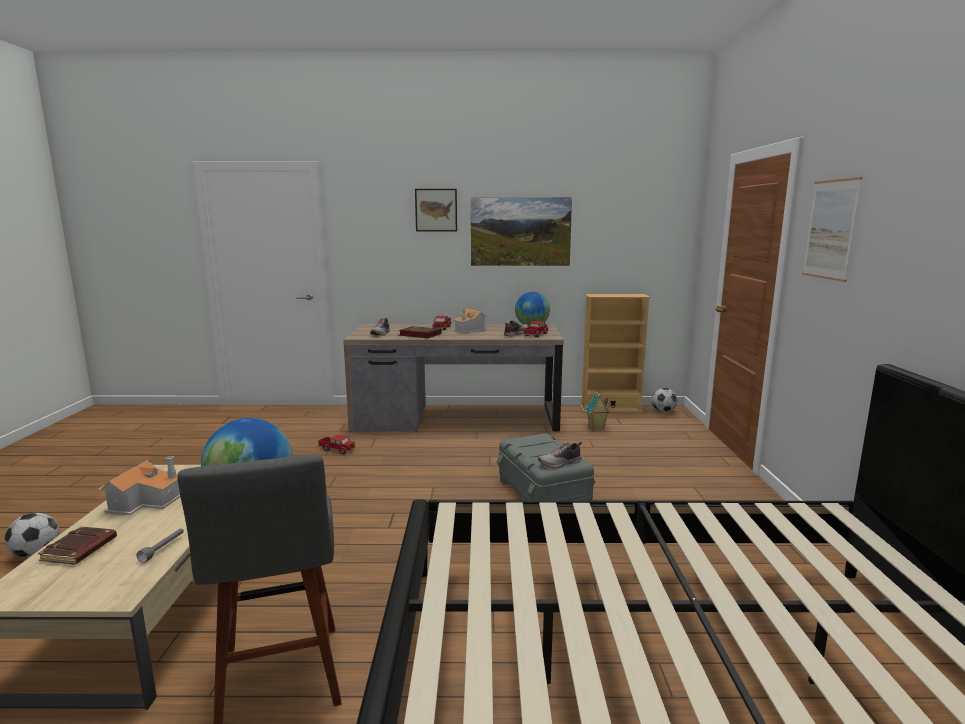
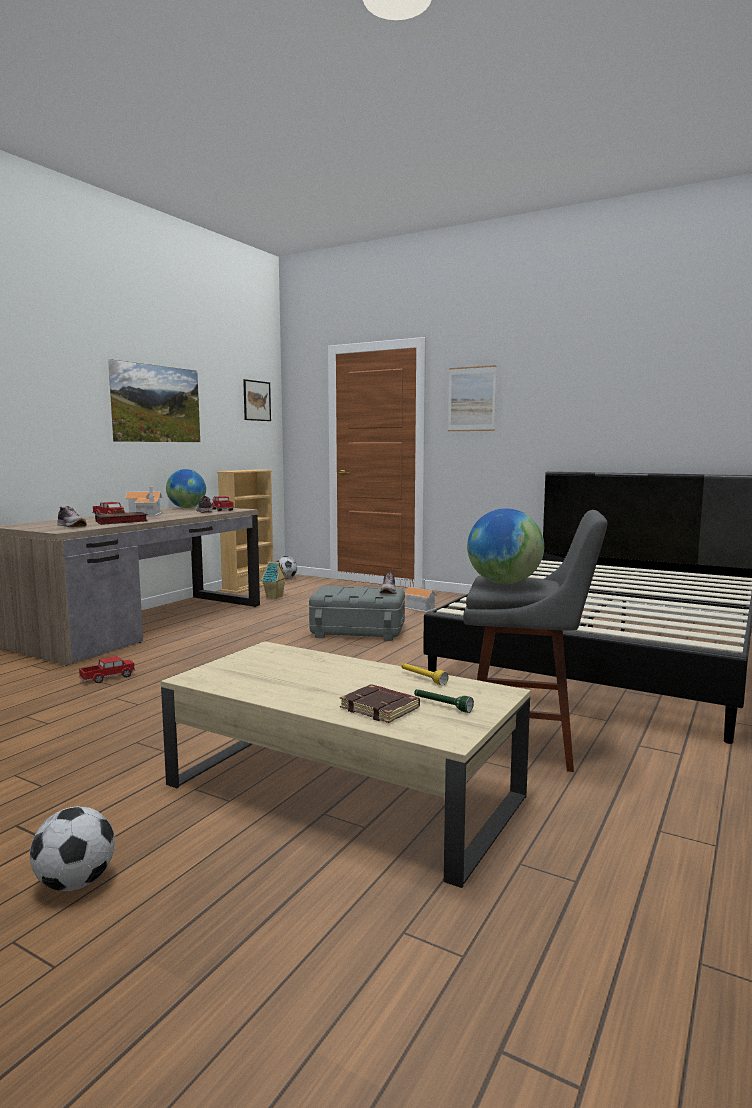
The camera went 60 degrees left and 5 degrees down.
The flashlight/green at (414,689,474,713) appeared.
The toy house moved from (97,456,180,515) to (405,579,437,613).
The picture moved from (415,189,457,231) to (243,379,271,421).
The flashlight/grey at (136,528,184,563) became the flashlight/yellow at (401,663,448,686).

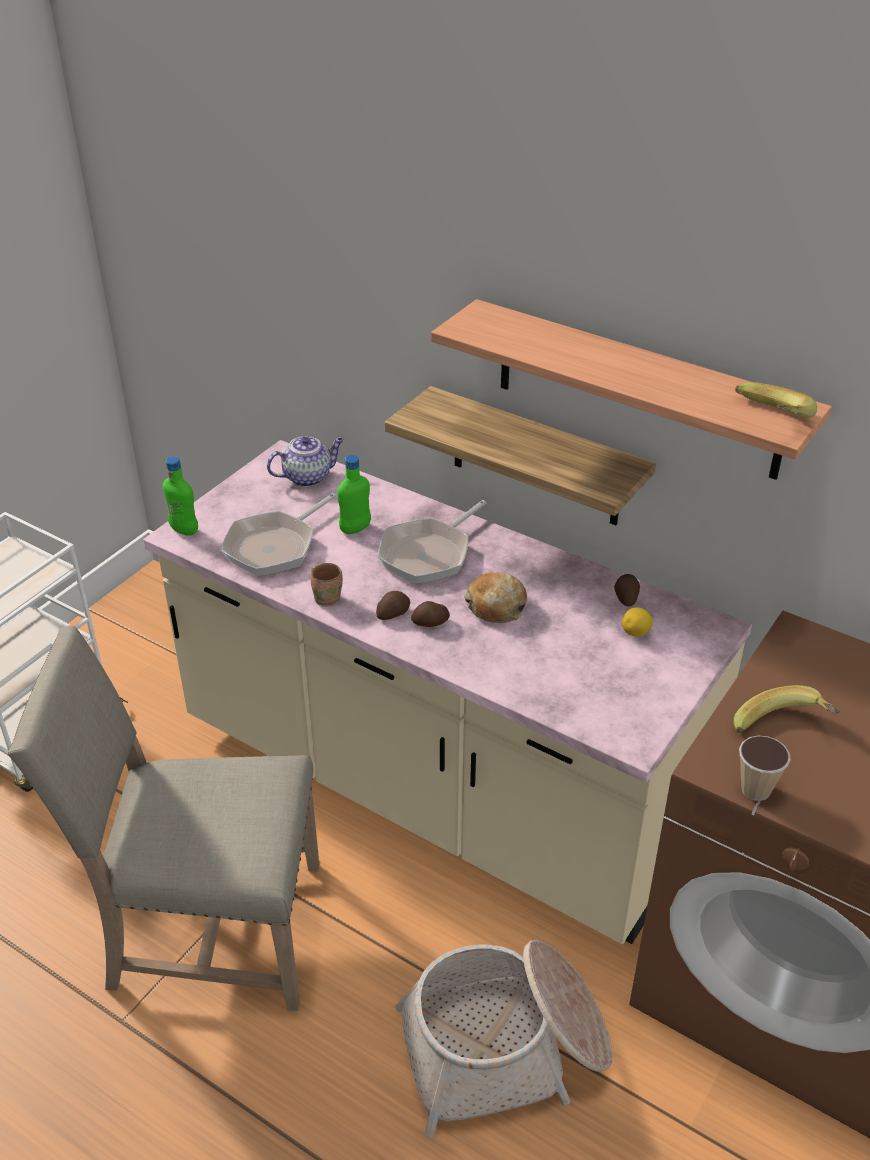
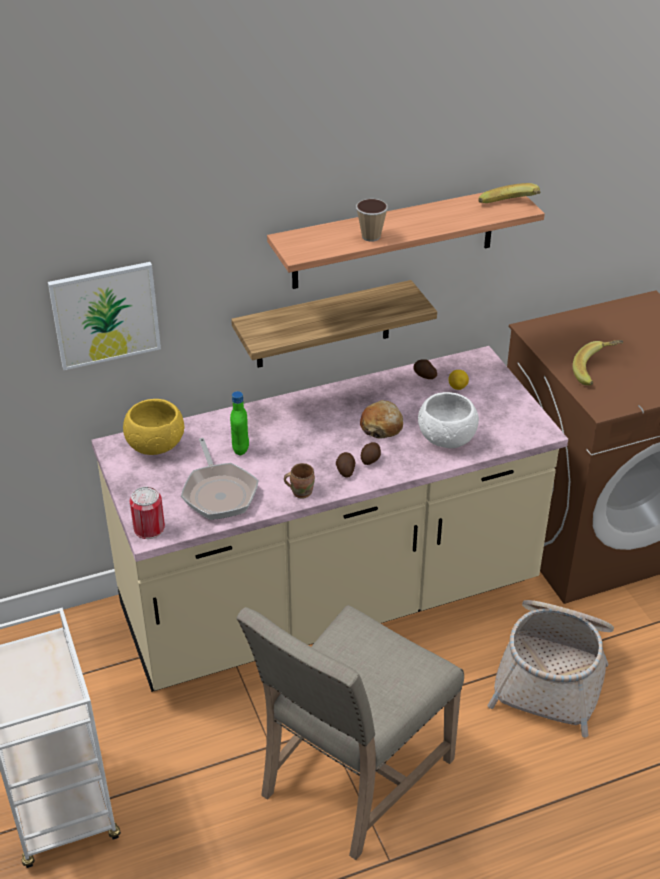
The camera went 55 degrees left and 0 degrees up.
The frying pan at (378,500,486,584) disappeared.
The picture at (48,262,161,370) appeared.
The bowl/white at (418,392,479,448) appeared.
The cup moved from (739,736,791,801) to (356,199,388,242).
The bottle/green at (163,456,198,536) was replaced by the can at (130,487,165,539).
The teapot at (267,436,344,487) was replaced by the bowl/yellow at (123,399,184,455).

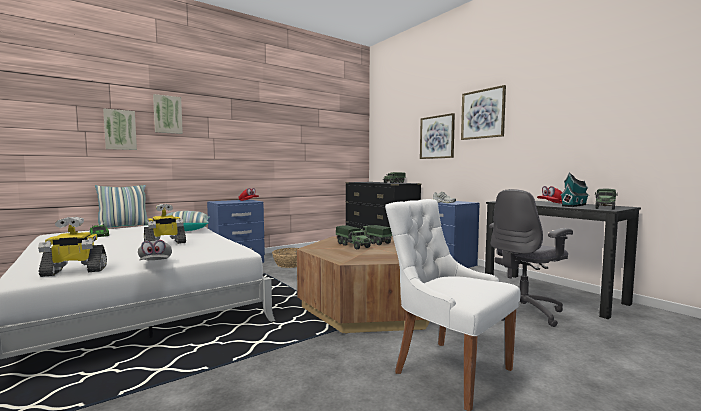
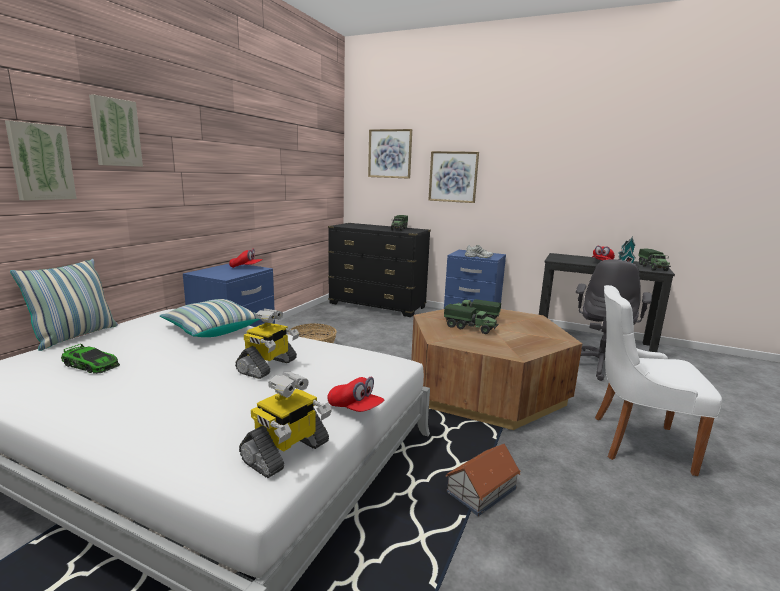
The camera went 30 degrees left and 10 degrees up.
The toy house at (445,444,521,516) appeared.
The picture moved from (461,85,506,140) to (368,129,412,179).
The cap/grey at (138,240,172,260) became the cap/red at (327,377,384,412).

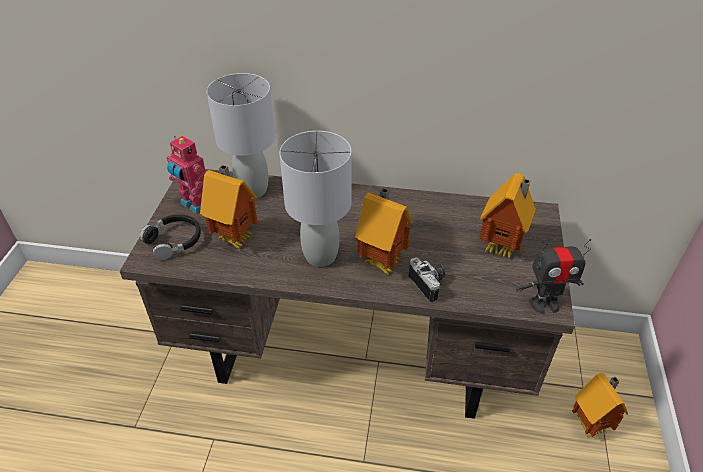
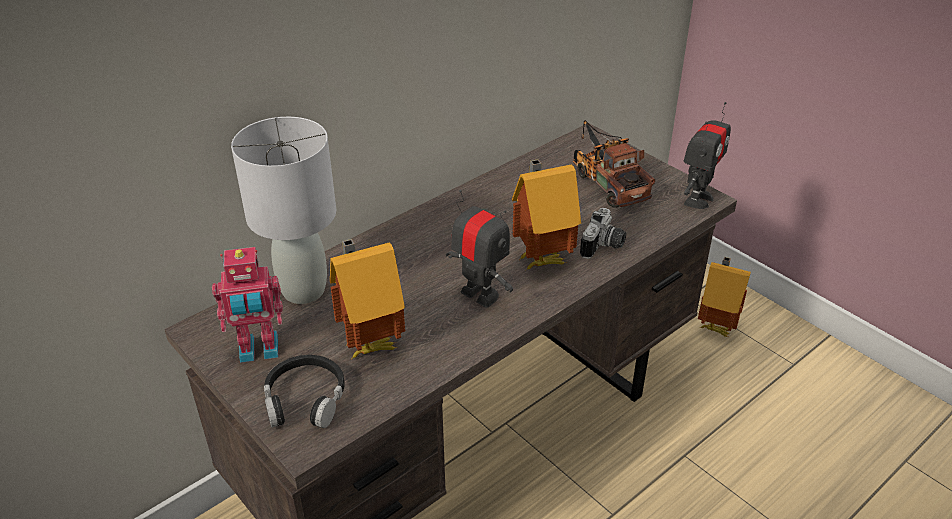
The camera went 50 degrees left and 5 degrees down.
The table lamp/grey at (279,131,352,267) was replaced by the toy robot at (446,190,513,308).
The toy house at (479,173,536,258) was replaced by the toy truck at (573,120,655,208).
The photo camera at (409,257,445,302) turned 105 degrees clockwise.

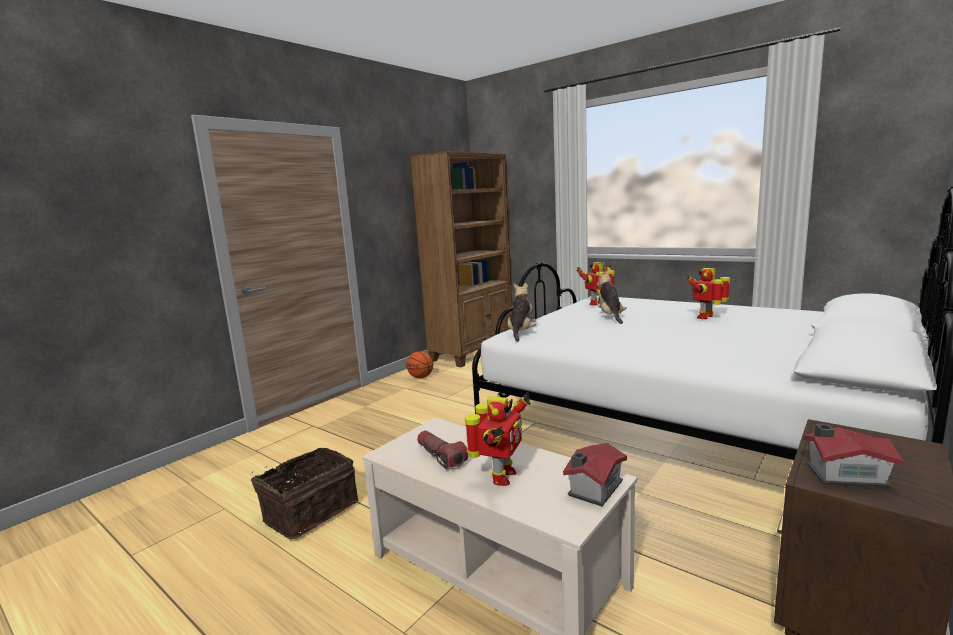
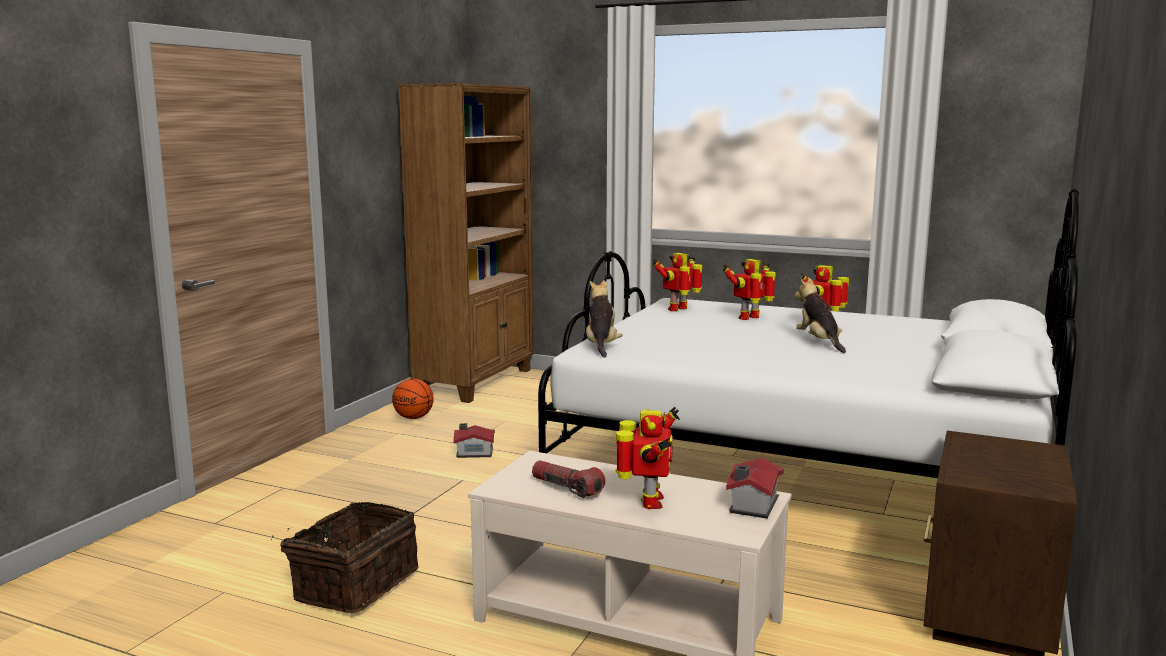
The camera went 15 degrees left and 0 degrees up.
The toy robot at (723,259,776,320) appeared.
The plush toy moved from (597,271,627,324) to (795,277,846,353).
The toy house moved from (803,424,903,488) to (453,423,495,458).

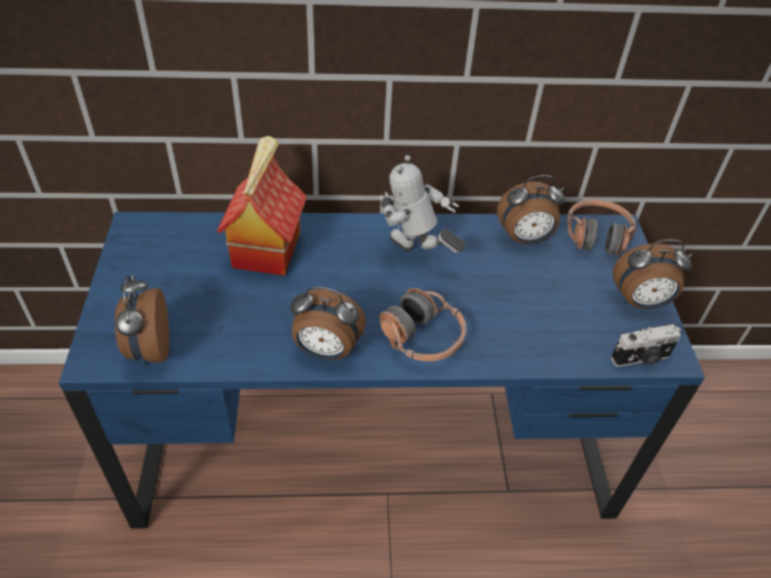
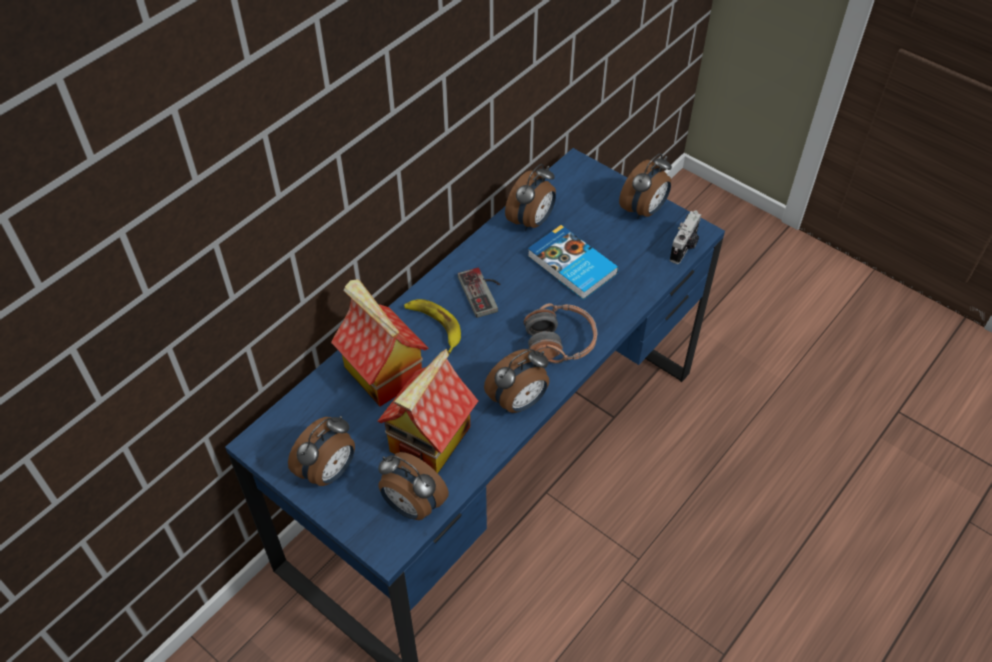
The camera went 45 degrees left and 5 degrees up.
The headphones at (567,199,637,257) disappeared.
The alarm clock at (288,416,355,486) appeared.
The toy house at (377,349,478,473) appeared.
The banana at (404,299,461,353) appeared.
The book at (528,225,618,300) appeared.
The toy robot at (380,155,465,253) was replaced by the game controller at (458,268,500,318).

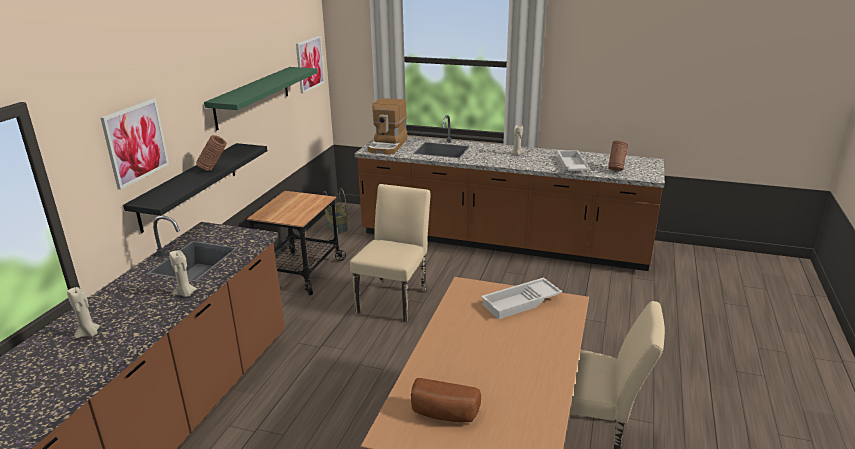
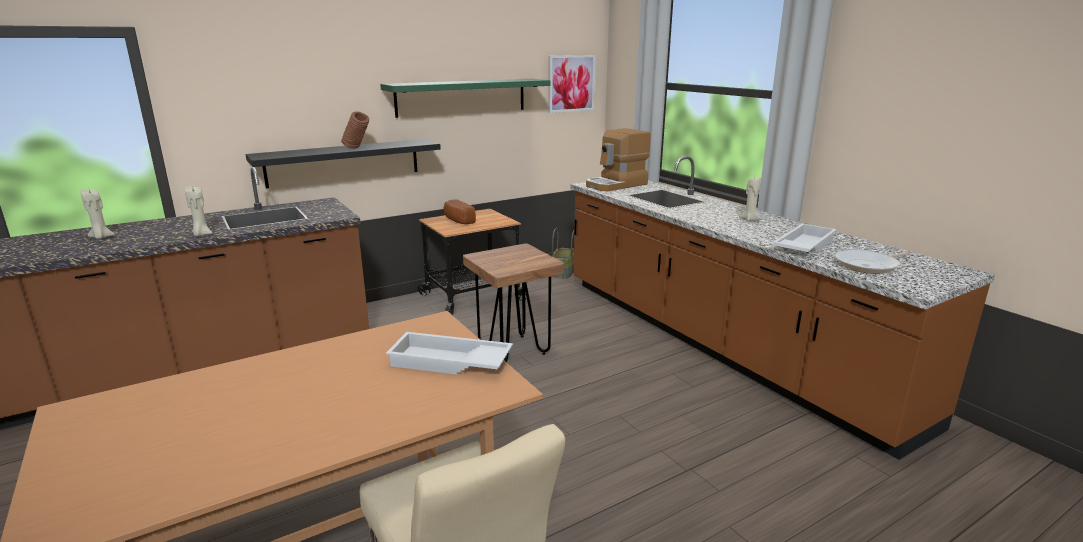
The camera went 40 degrees right and 5 degrees down.
The picture at (101,99,169,190) disappeared.
The bread moved from (411,378,481,422) to (444,199,476,224).
The chair/beige at (350,184,431,322) was replaced by the stool/brown at (463,244,564,362).
The vase/brown at (608,141,628,171) was replaced by the frying pan at (835,250,910,274).

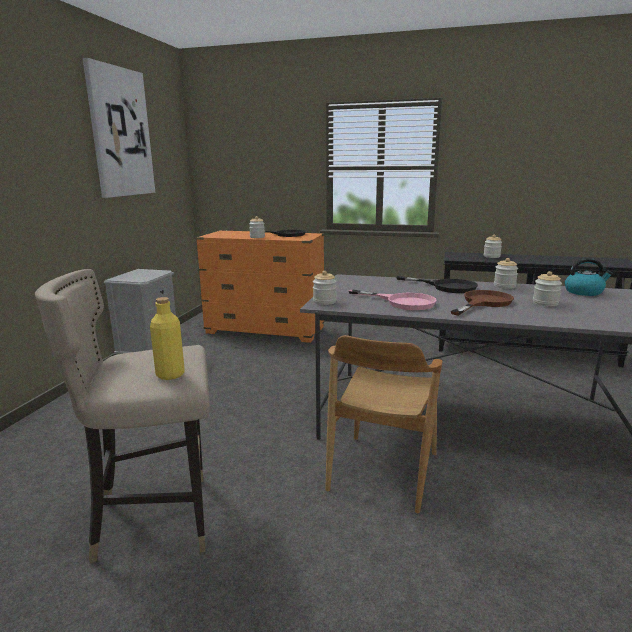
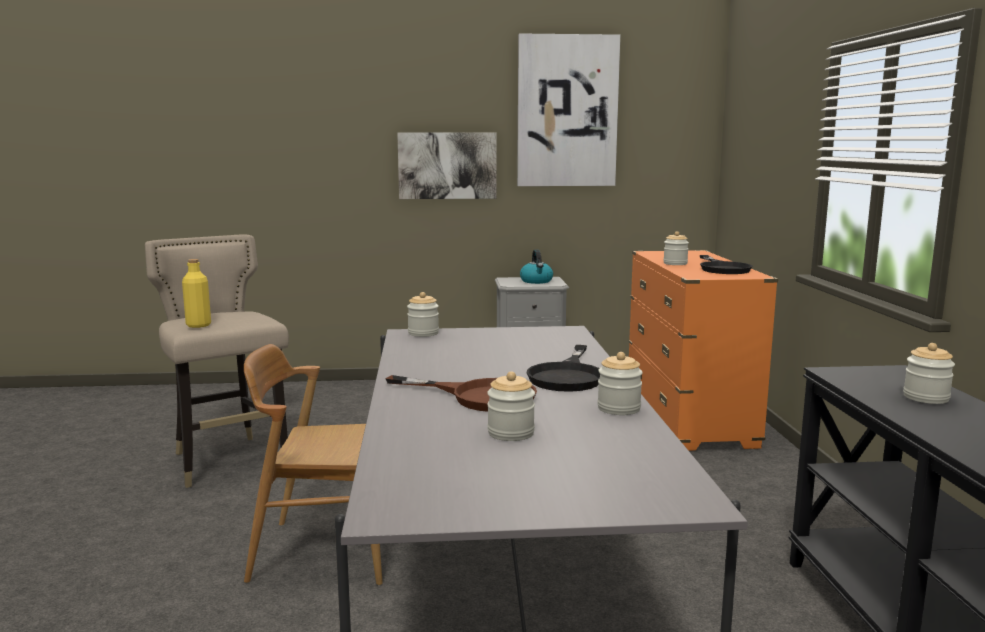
The camera went 70 degrees right and 5 degrees down.
The frying pan/pink at (349,289,437,310) disappeared.
The picture at (397,132,497,199) appeared.
The kettle moved from (565,258,613,296) to (520,250,553,284).

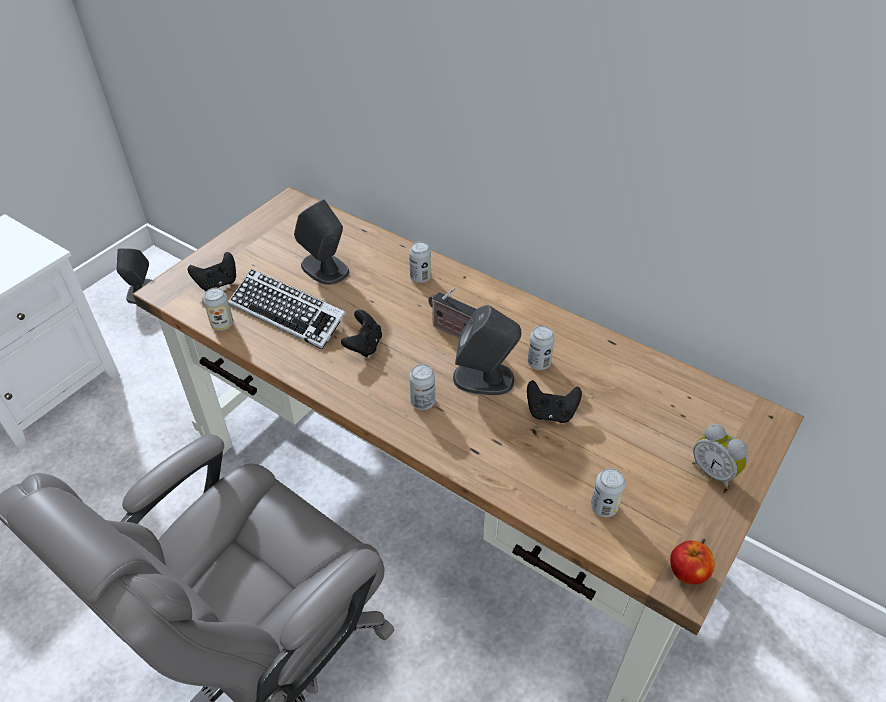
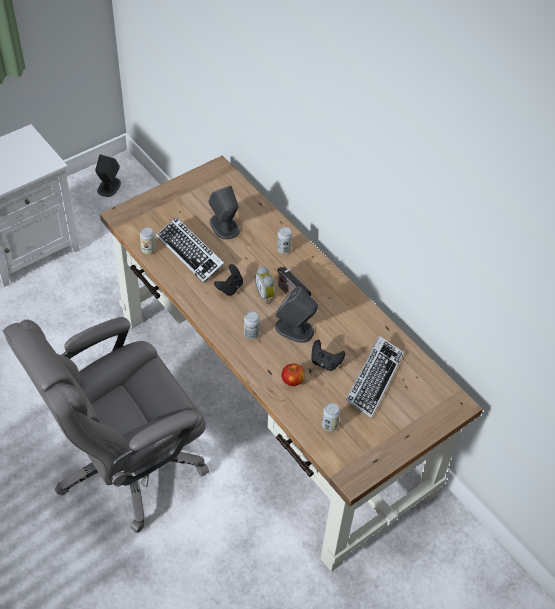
The camera went 15 degrees right and 5 degrees up.
The game controller/black at (188,252,236,291) disappeared.
The can at (527,326,555,370) disappeared.
The keyboard at (345,336,404,418) appeared.
The apple moved from (670,541,715,585) to (281,363,304,386).
The alarm clock moved from (692,424,748,489) to (255,266,276,304).

